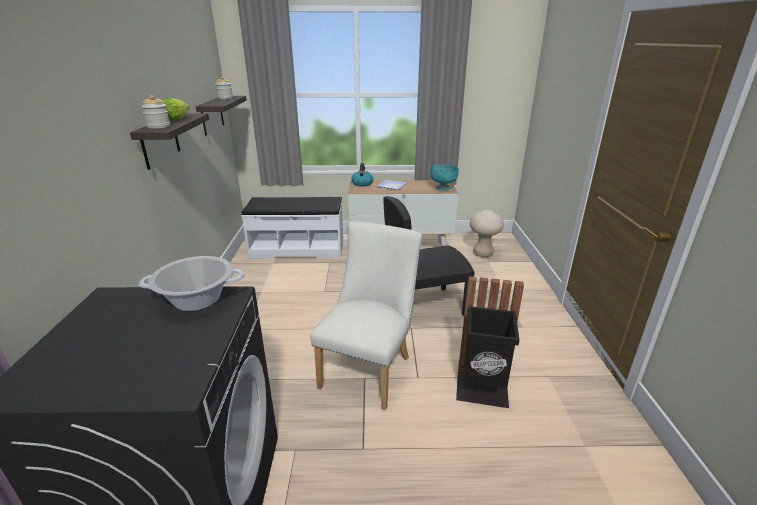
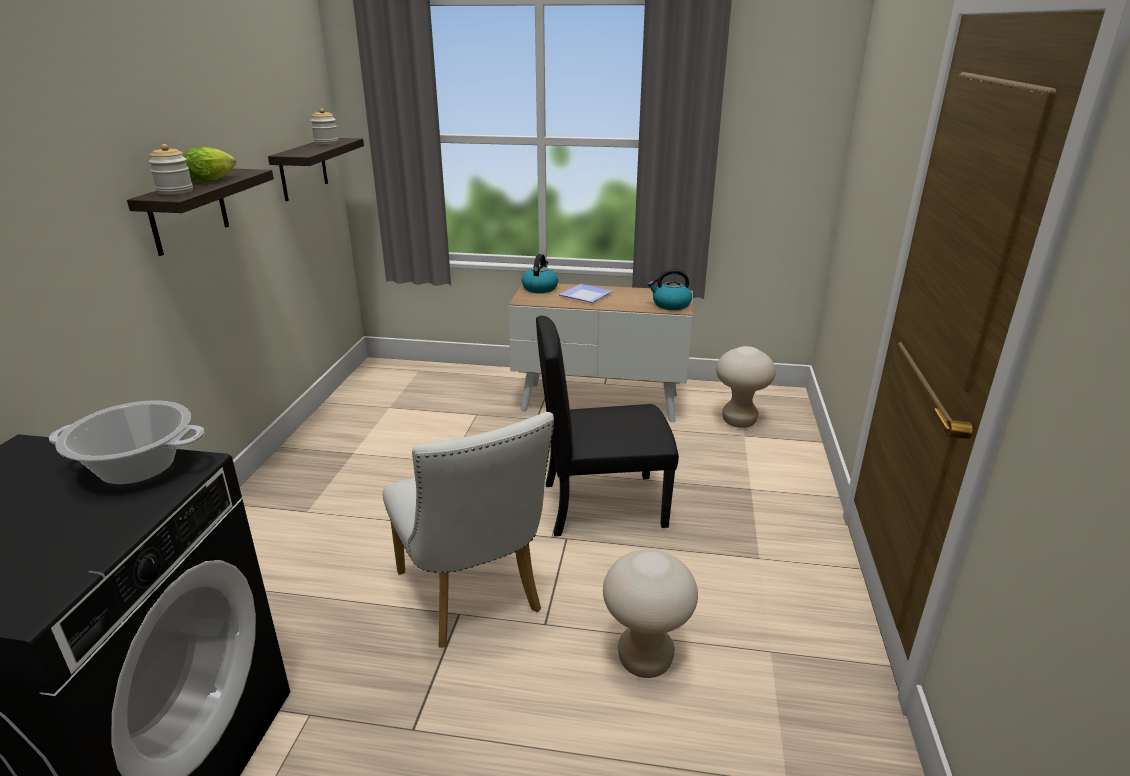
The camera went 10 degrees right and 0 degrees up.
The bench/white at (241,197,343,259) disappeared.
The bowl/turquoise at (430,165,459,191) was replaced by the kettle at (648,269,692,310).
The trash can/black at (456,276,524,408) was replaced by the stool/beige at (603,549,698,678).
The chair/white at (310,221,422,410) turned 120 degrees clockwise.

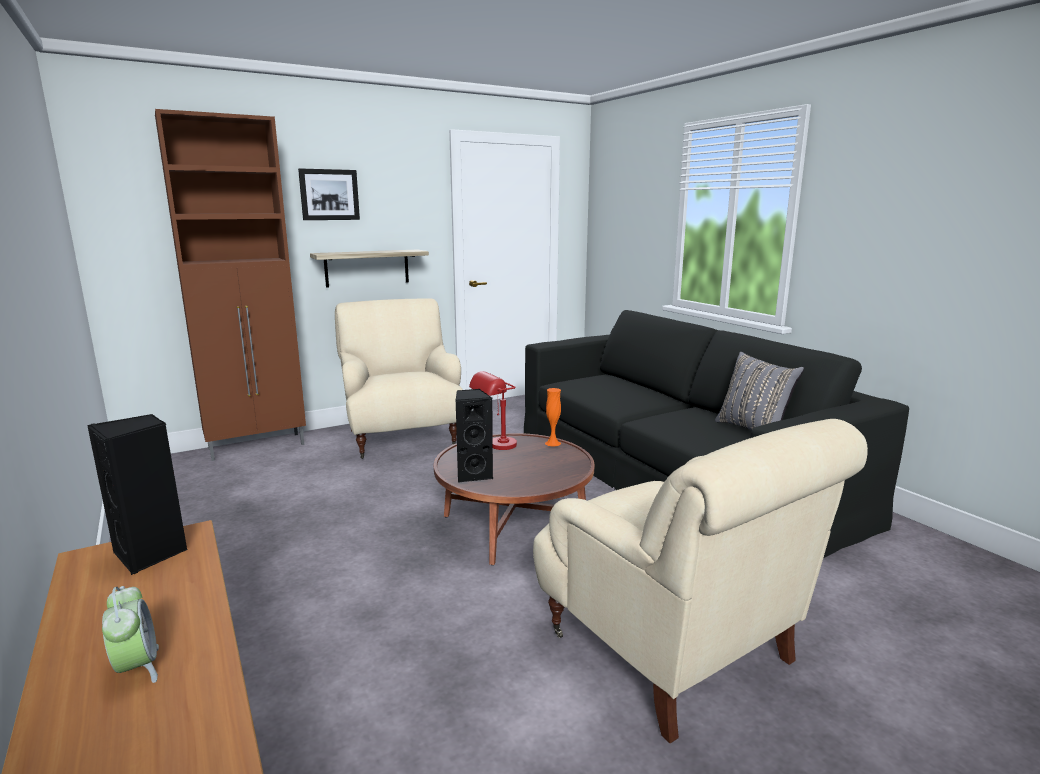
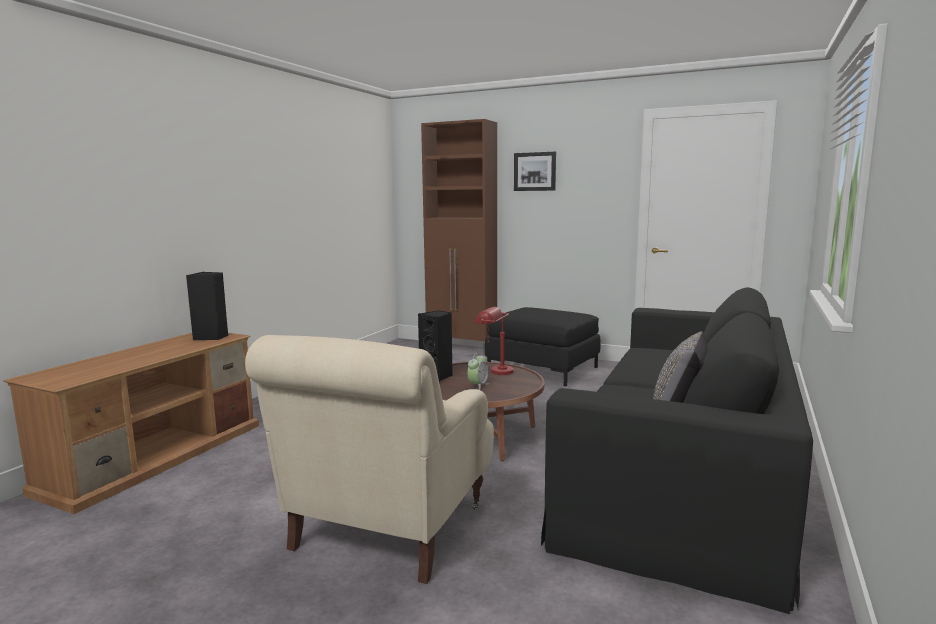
The camera went 55 degrees right and 5 degrees down.
The shelf at (310,249,429,288) disappeared.
The vase/orange at (545,388,561,446) disappeared.
The alarm clock moved from (102,586,159,683) to (468,353,488,390).
The armchair/beige at (335,299,463,459) was replaced by the ottoman/black at (485,307,601,386).

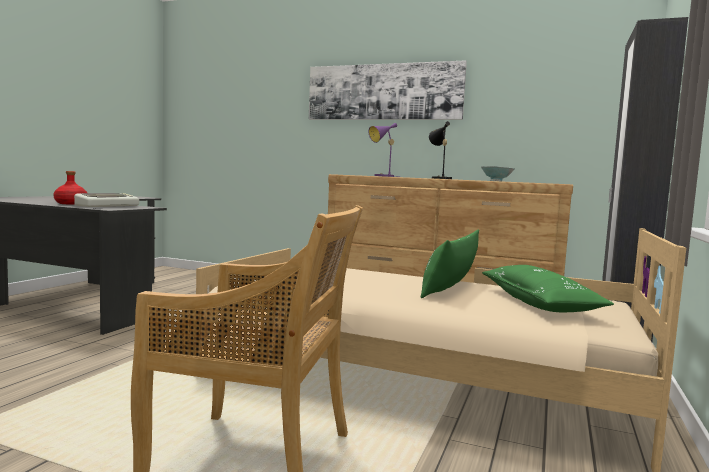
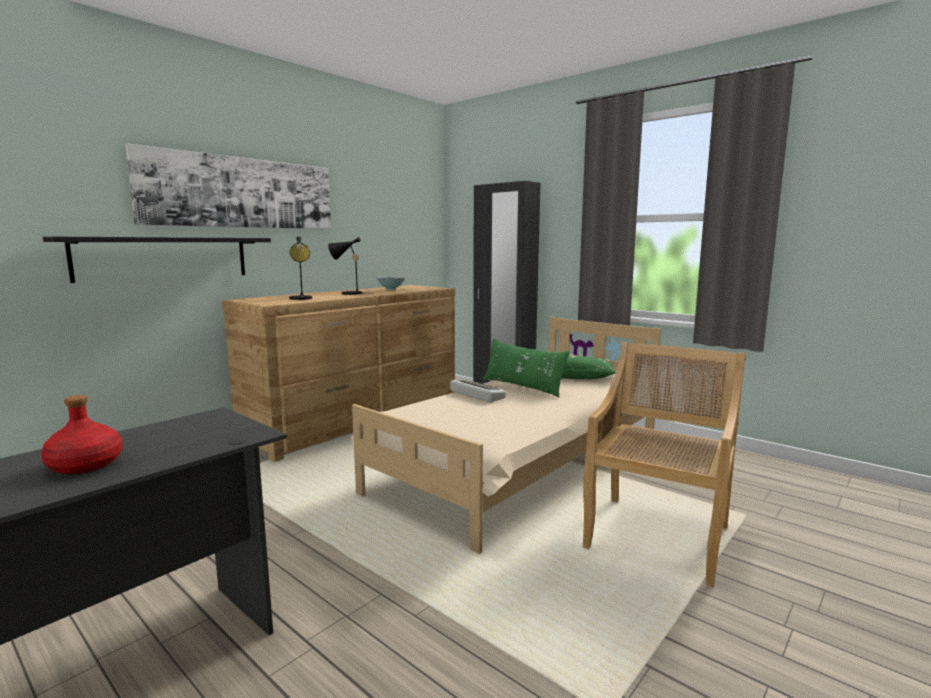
The camera went 70 degrees left and 5 degrees up.
The shelf/black at (43,237,271,283) appeared.
The keyboard moved from (74,193,139,207) to (450,380,506,403).
The table lamp/purple at (369,123,401,177) became the table lamp/black at (289,236,312,300).

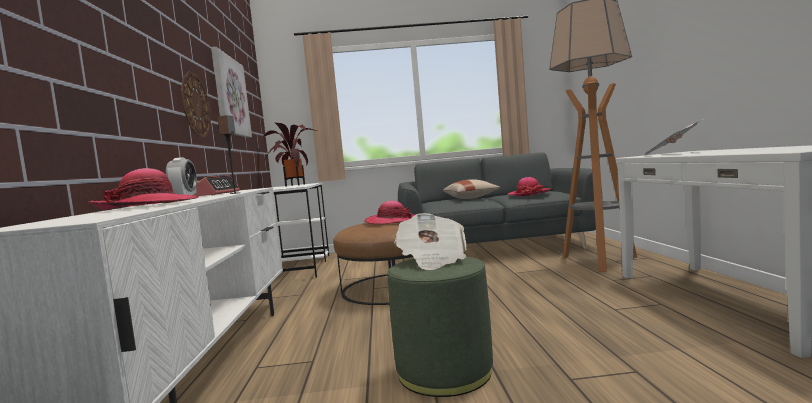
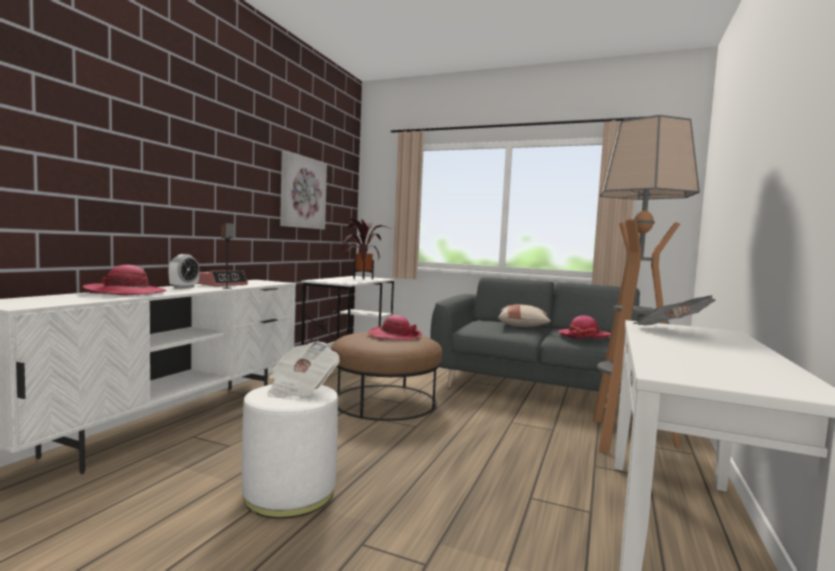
The camera went 25 degrees right and 0 degrees up.
The wall clock at (181,71,211,137) disappeared.
The ottoman/green at (387,257,493,397) became the ottoman/white at (242,384,338,518).

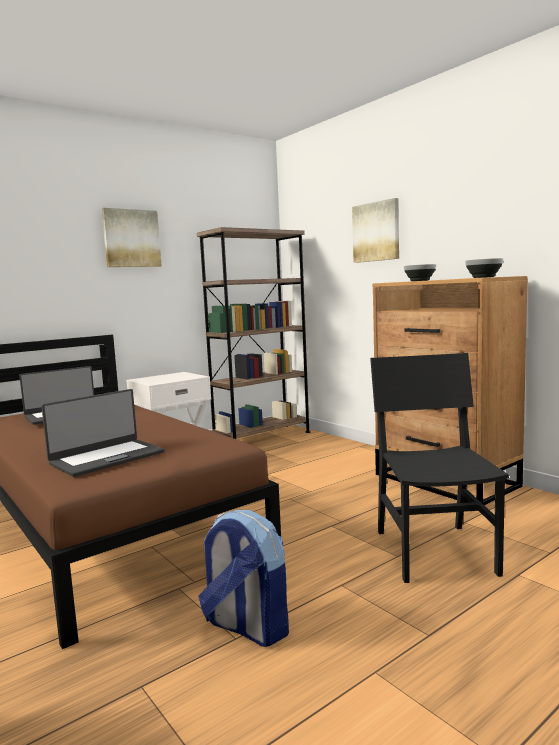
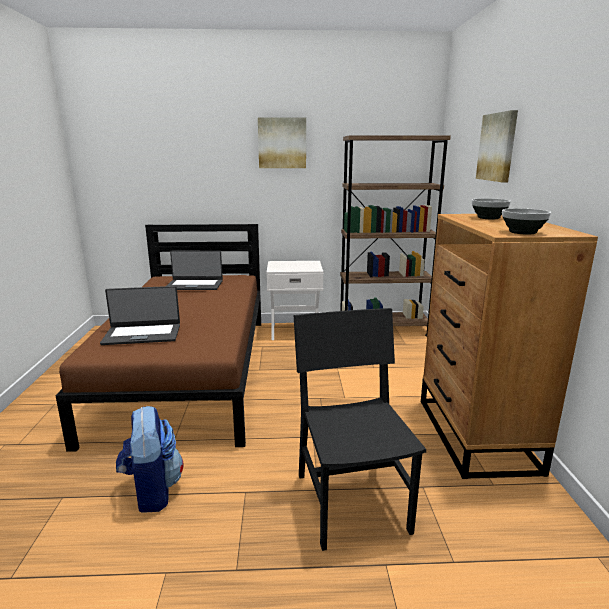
The camera went 35 degrees right and 10 degrees up.
The chair/black at (370,353,509,583) turned 45 degrees counterclockwise.

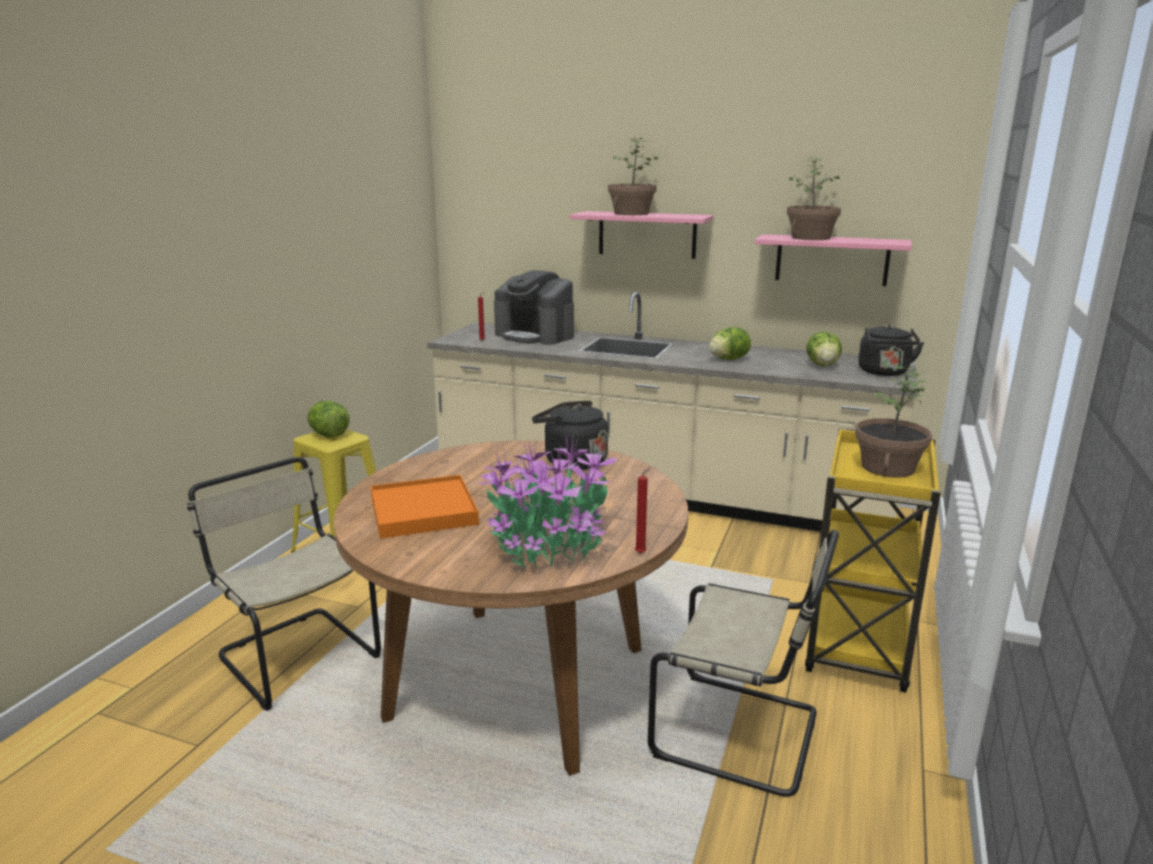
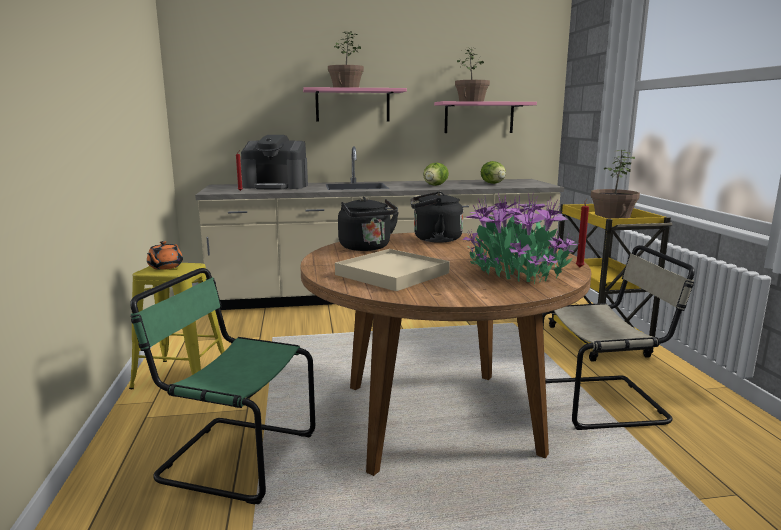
The camera went 30 degrees left and 5 degrees down.
The kettle/black moved from (858,325,924,376) to (338,197,399,251).
The lettuce at (307,401,350,437) was replaced by the teapot/orange at (147,241,183,270).
The chair/beige at (187,457,381,711) became the chair/green at (130,268,315,504).
The tray/orange at (371,475,479,539) became the tray/beige at (335,249,450,291).

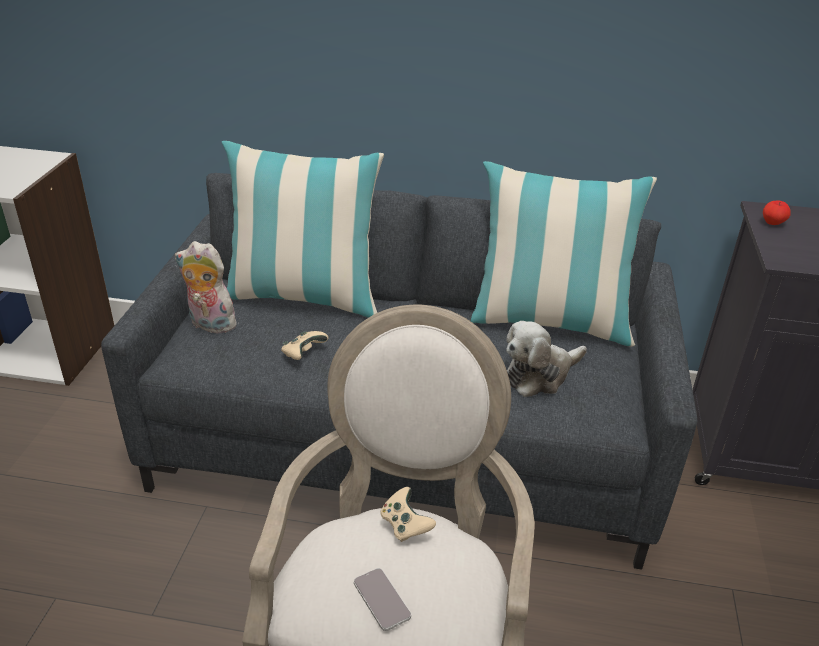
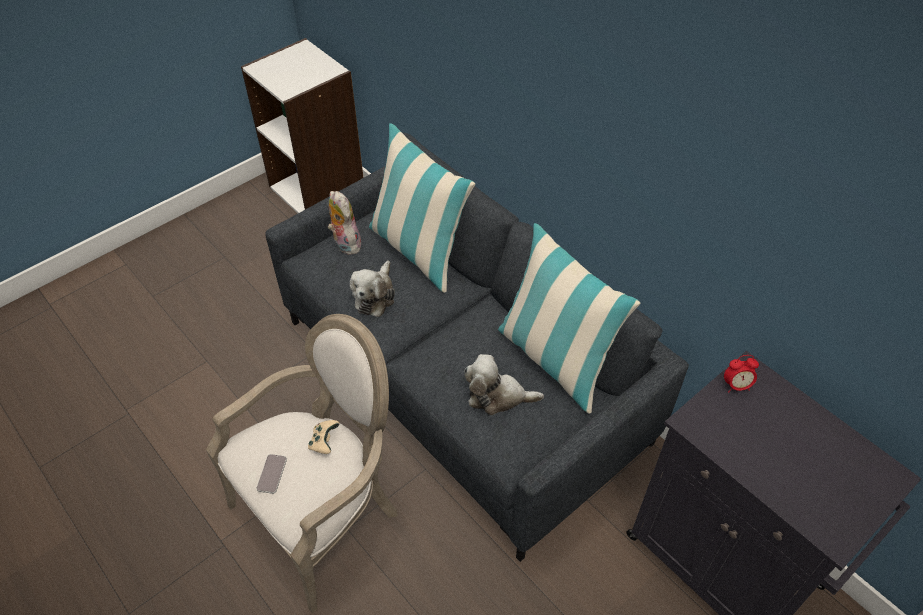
The camera went 40 degrees right and 15 degrees up.
The game controller/beige at (281,331,329,360) was replaced by the plush toy at (350,261,395,317).
The apple at (763,201,791,225) was replaced by the alarm clock at (724,355,759,393).

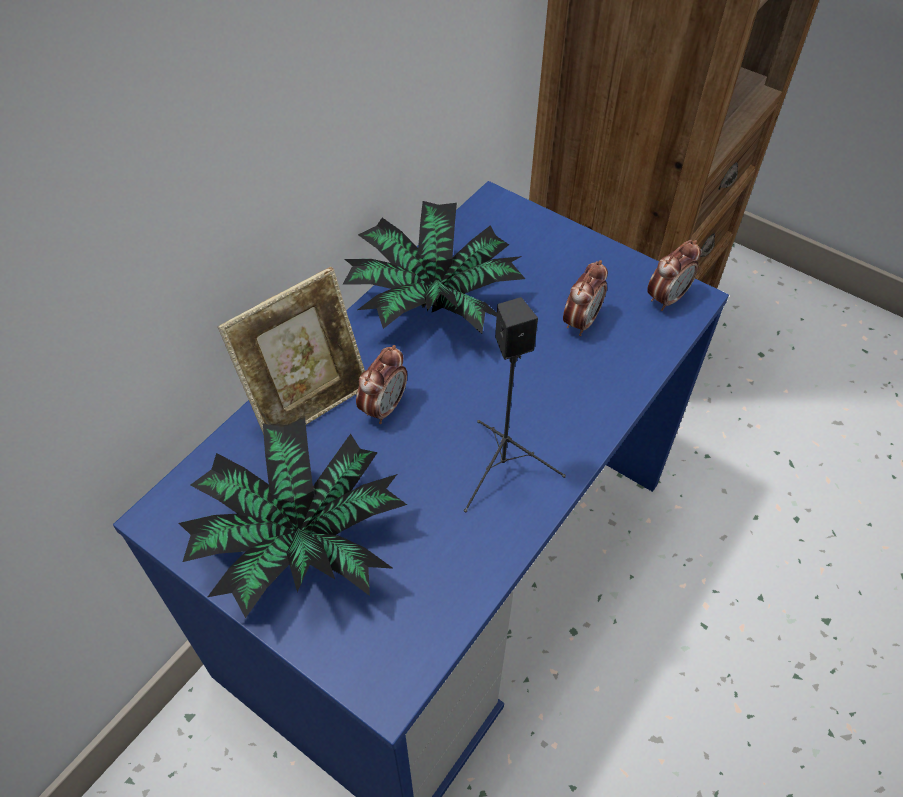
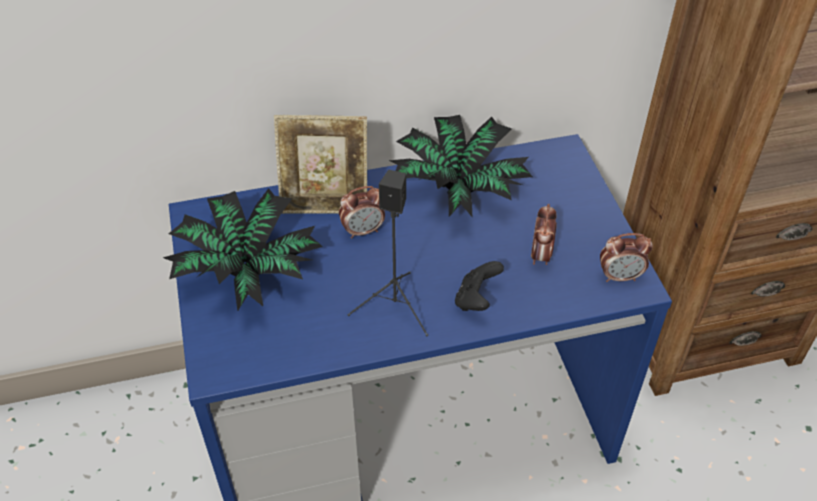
The camera went 40 degrees right and 5 degrees down.
The game controller/black at (455,261,504,311) appeared.
The alarm clock at (563,260,608,336) turned 120 degrees clockwise.

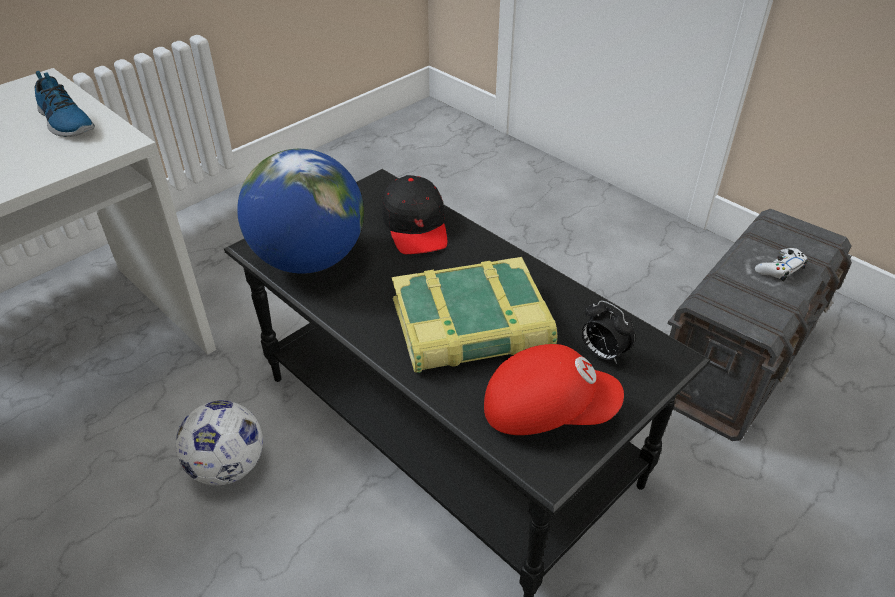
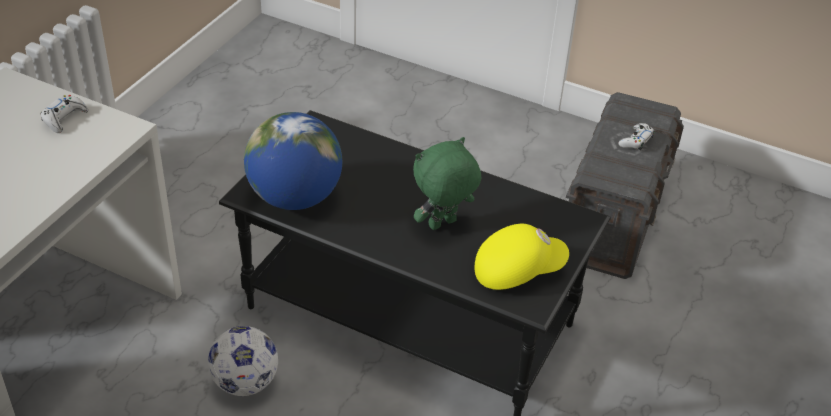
The camera went 20 degrees left and 0 degrees up.
The cap/black at (382,175,447,254) disappeared.
The alarm clock at (582,301,635,364) disappeared.
The shoe at (35,71,95,137) was replaced by the game controller/white at (40,95,88,133).
The book at (391,257,557,373) was replaced by the plush toy/green at (413,137,481,230).
The cap/red at (484,344,624,435) became the cap/yellow at (474,224,569,290).

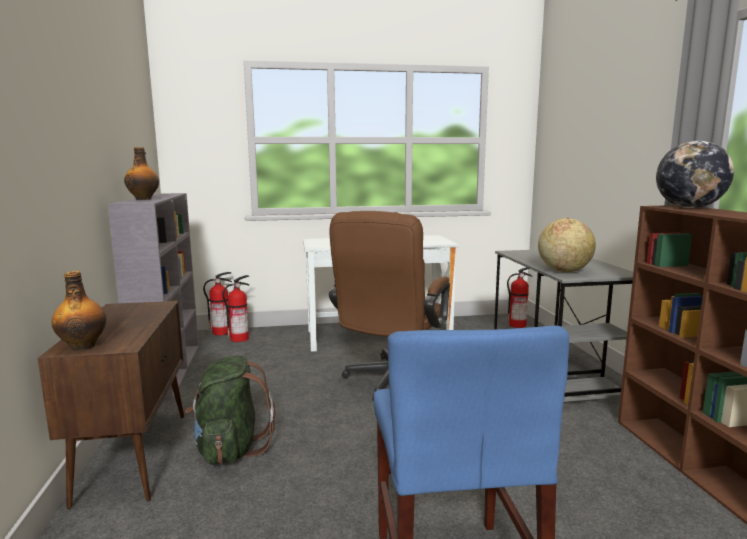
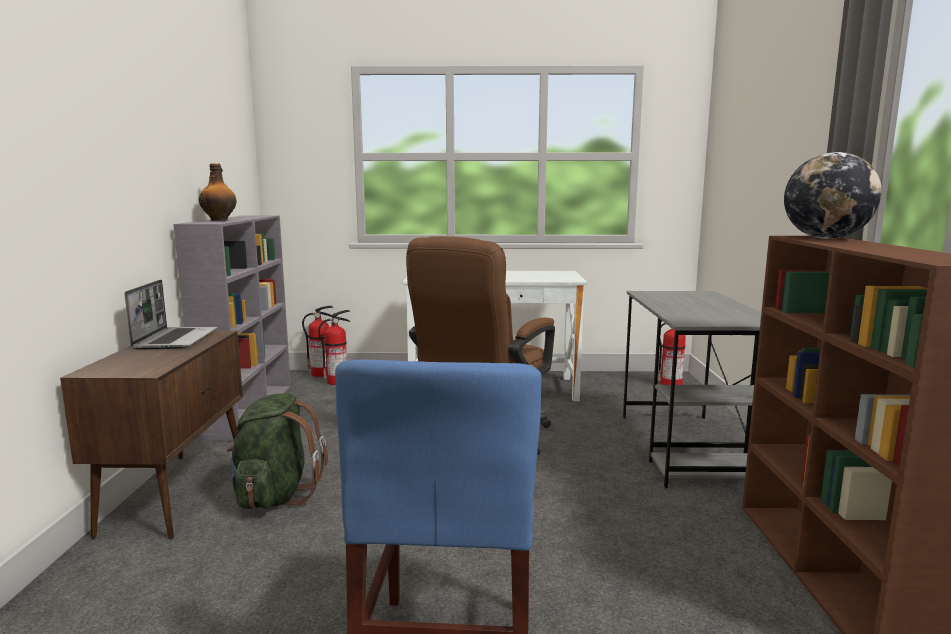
The camera went 10 degrees right and 0 degrees up.
The bottle at (52,271,106,351) disappeared.
The globe at (538,218,596,272) disappeared.
The laptop at (125,280,218,350) appeared.

